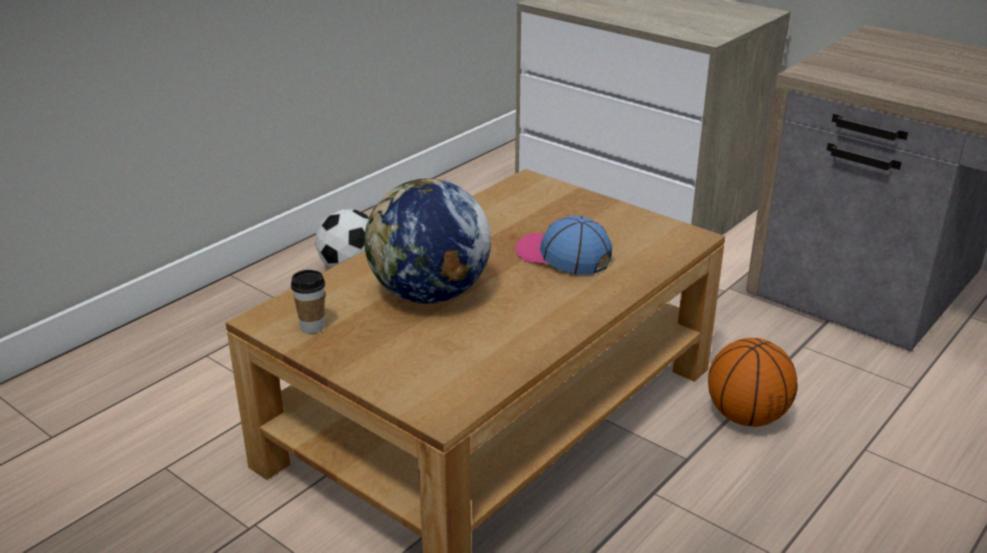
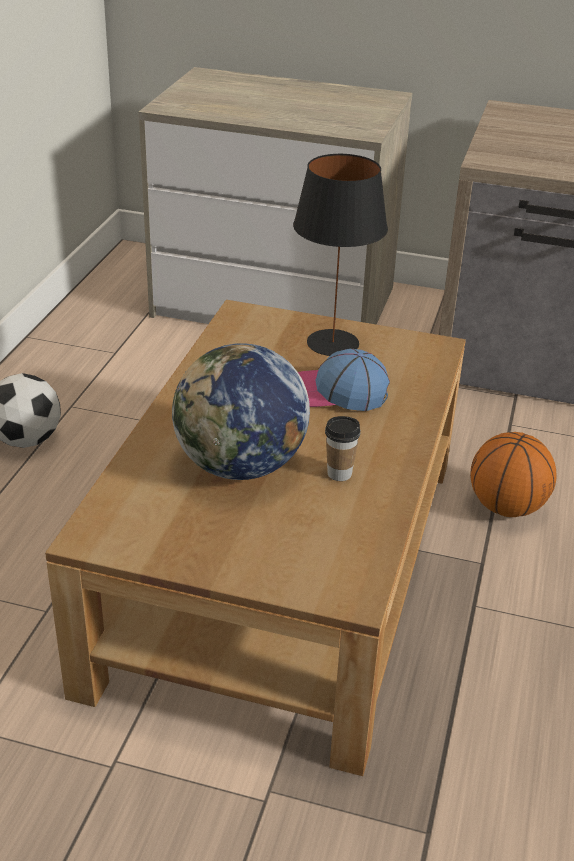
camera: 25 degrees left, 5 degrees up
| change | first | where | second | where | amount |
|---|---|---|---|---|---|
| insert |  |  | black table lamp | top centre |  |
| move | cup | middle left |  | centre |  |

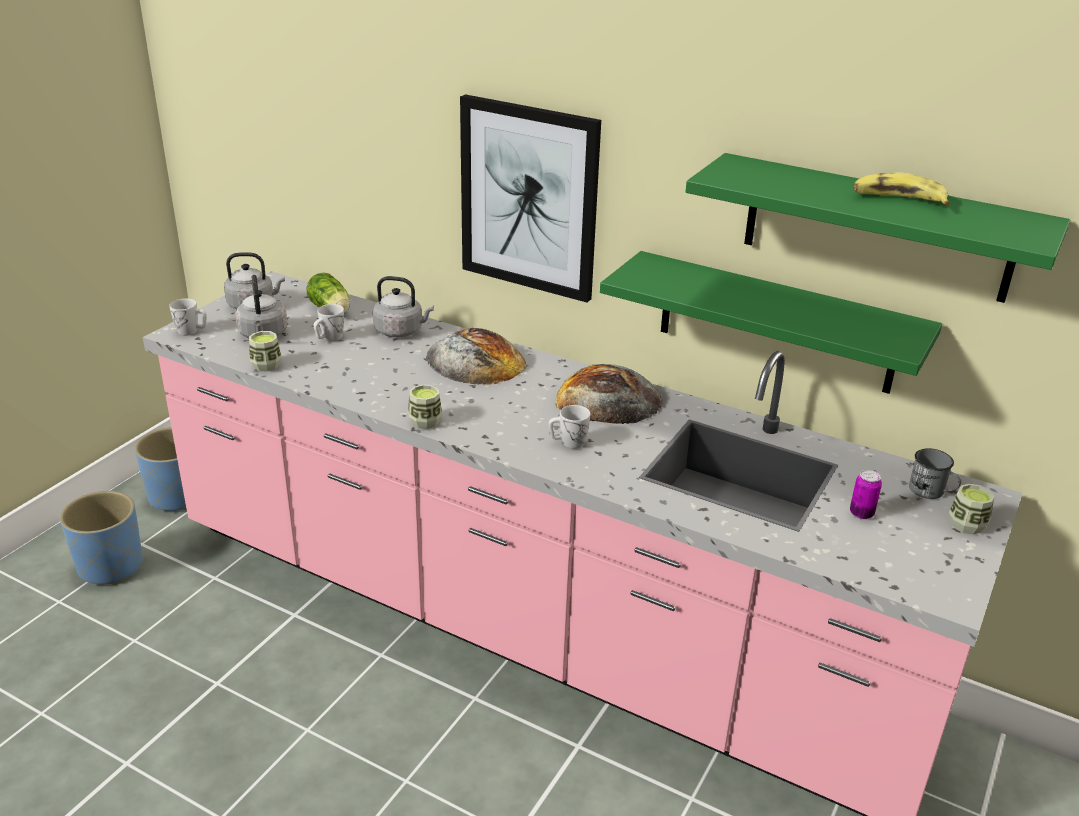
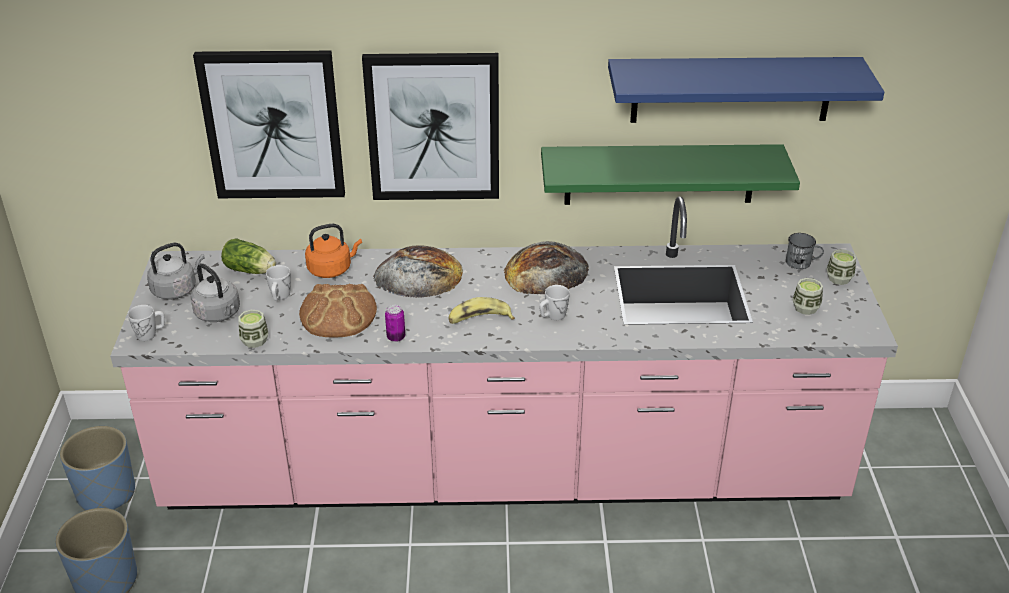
camera: 30 degrees left, 5 degrees up
| change | first | where | second | where | amount |
|---|---|---|---|---|---|
| insert |  |  | picture (1st from left) | top left |  |
| insert |  |  | bread (1st from left) | centre |  |
| recolor | grey kettle (3rd from left) | centre | orange kettle | middle left |  |
| move | can | middle right |  | centre |  |
| move | banana | top right |  | centre |  |
| recolor | green shelf (2nd from left) | top right | blue shelf | top right |  |
| move | cup (2nd from left) | centre |  | middle right |  |

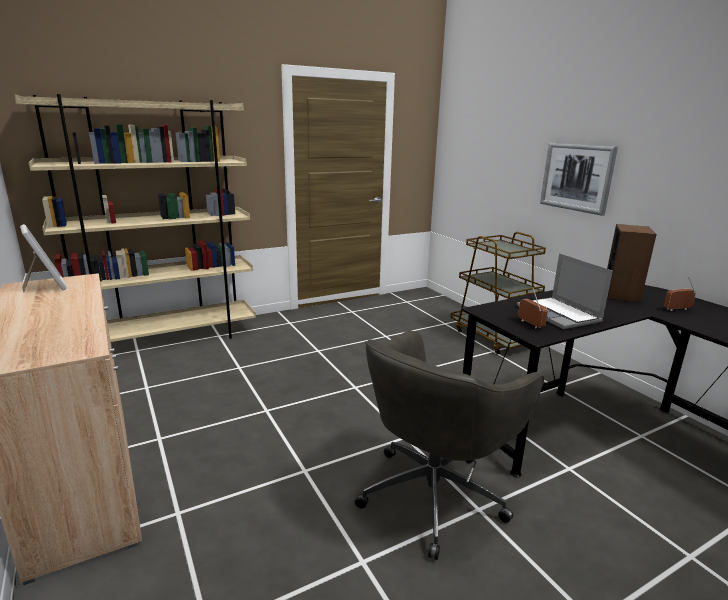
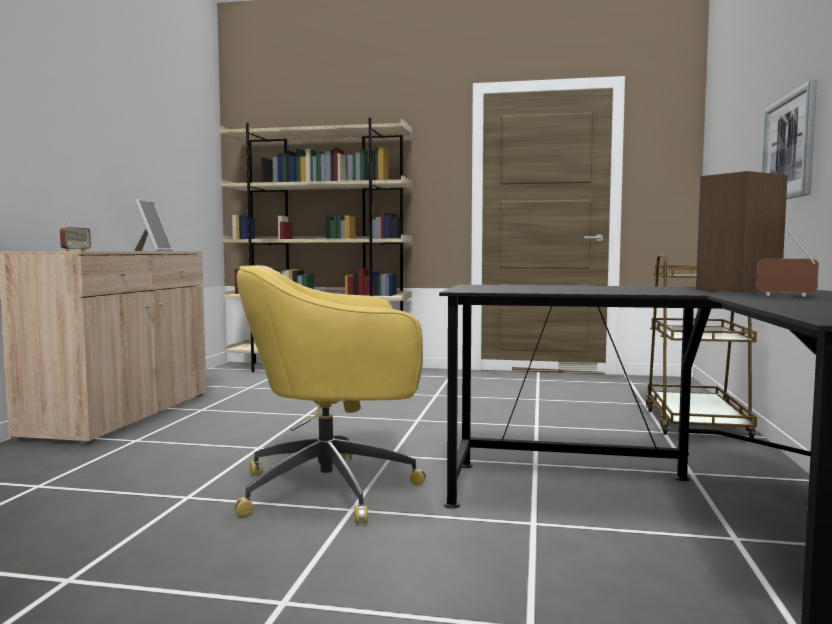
camera: 40 degrees right, 15 degrees down
| change | first | where | second | where | amount |
|---|---|---|---|---|---|
| move | radio (1st from left) | middle right |  | middle left |  |
| recolor | grey office chair | bottom centre | yellow office chair | centre |  |
| delete | laptop | middle right |  |  |  |

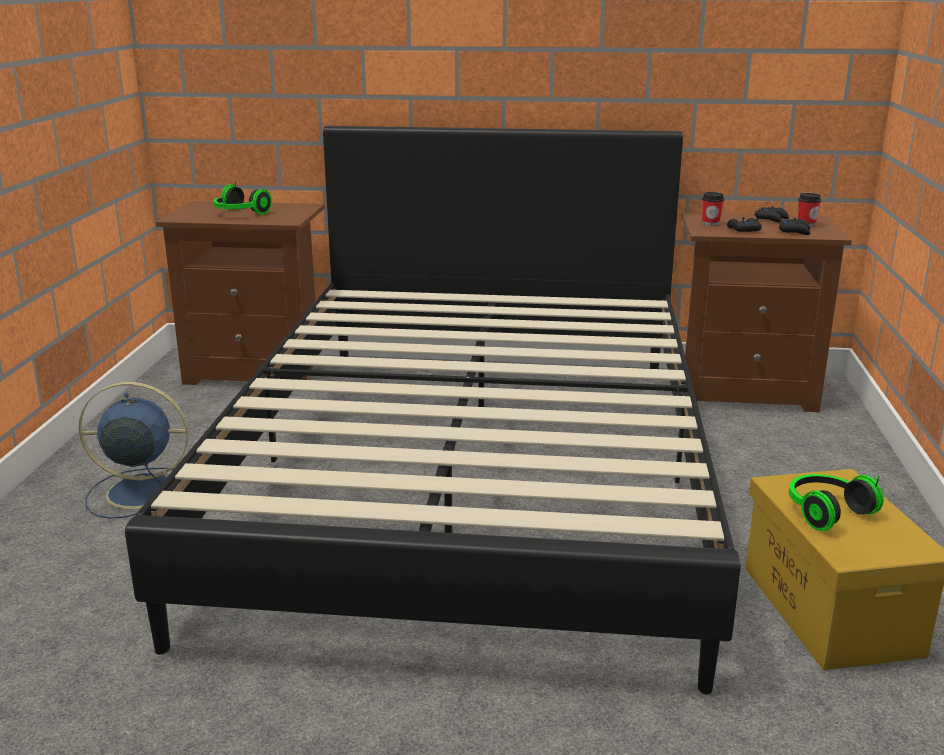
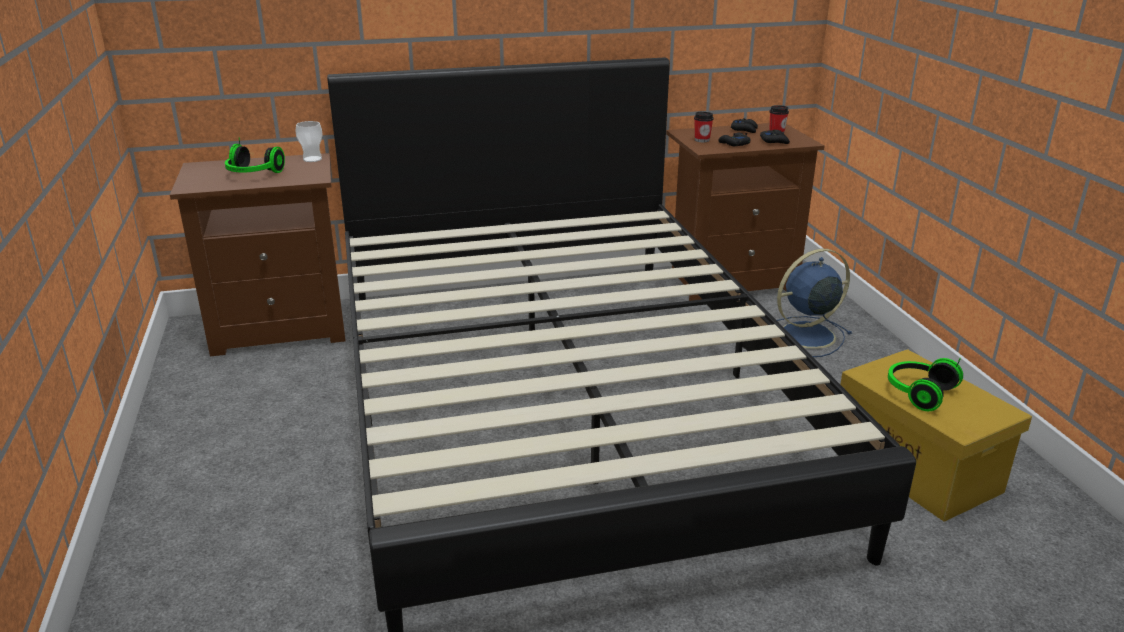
camera: 20 degrees left, 5 degrees up
| change | first | where | second | where | amount |
|---|---|---|---|---|---|
| insert |  |  | cup (1st from left) | top left |  |
| move | blue fan | middle left |  | middle right |  |

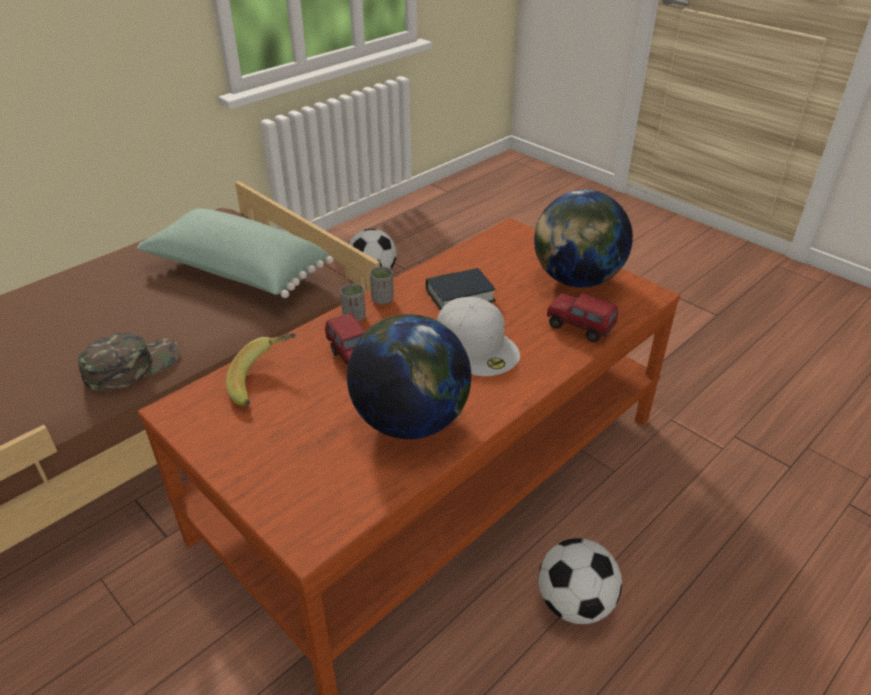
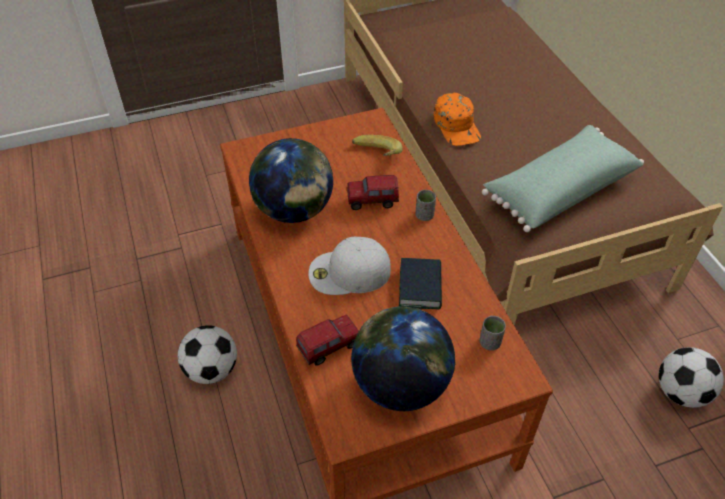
camera: 115 degrees right, 10 degrees up
| change | first | where | second | where | amount |
|---|---|---|---|---|---|
| recolor | green cap | middle left | orange cap | top centre |  |
| move | grey cup (2nd from left) | centre |  | bottom right |  |

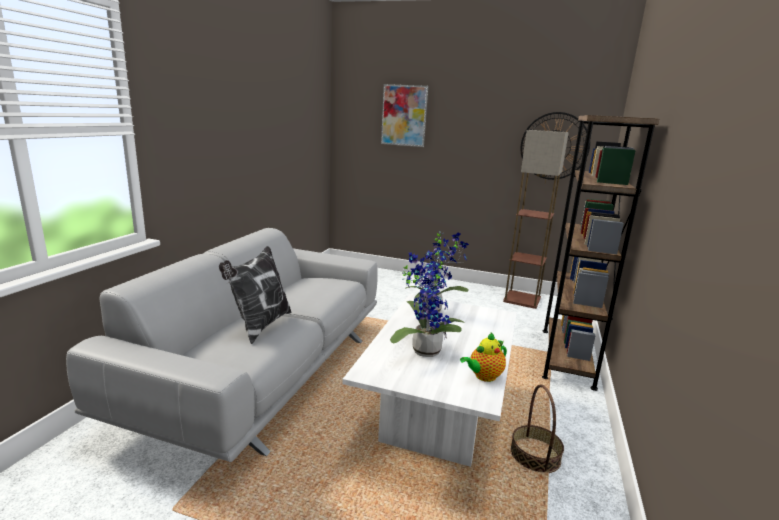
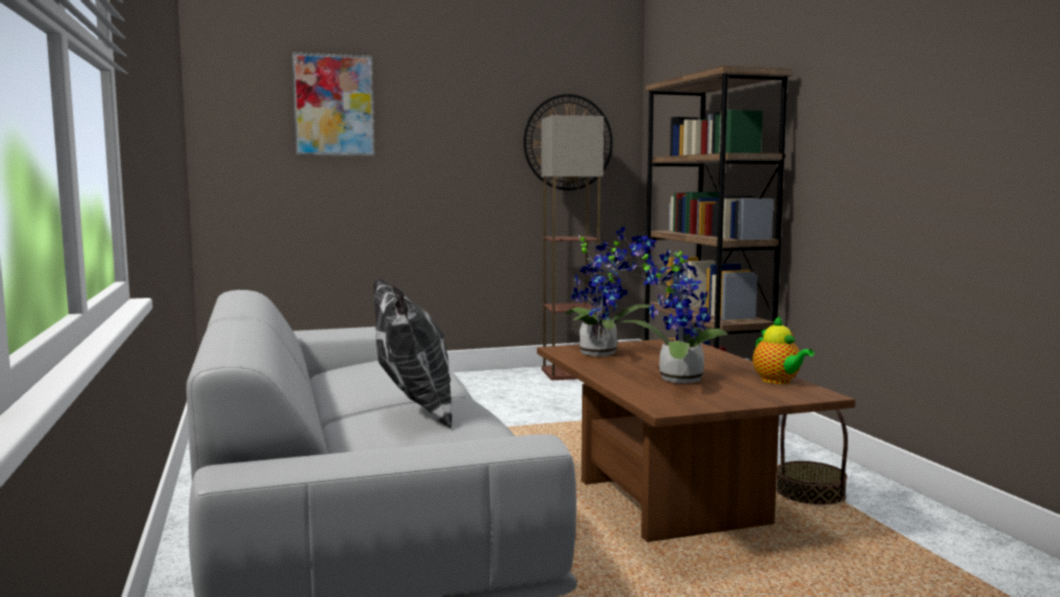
camera: 35 degrees left, 10 degrees down
| change | first | where | second | where | amount |
|---|---|---|---|---|---|
| recolor | white coffee table | bottom centre | brown coffee table | bottom centre |  |
| rotate | teapot | bottom centre |  | middle right | 45 degrees counterclockwise |

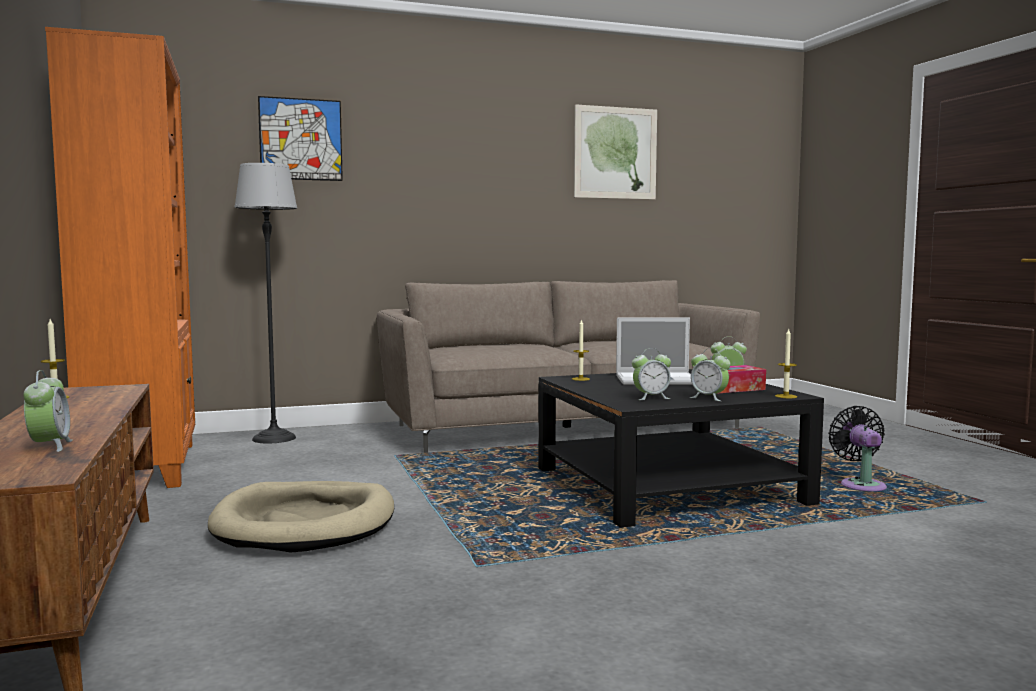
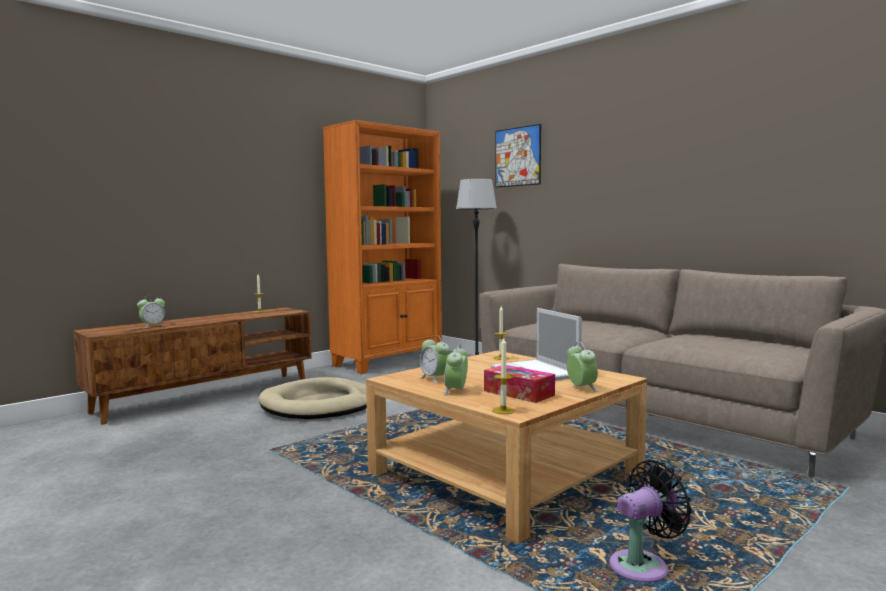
camera: 65 degrees right, 0 degrees up
| change | first | where | second | where | amount |
|---|---|---|---|---|---|
| recolor | black coffee table | centre | beige coffee table | bottom centre |  |
| delete | picture (2nd from left) | top centre |  |  |  |

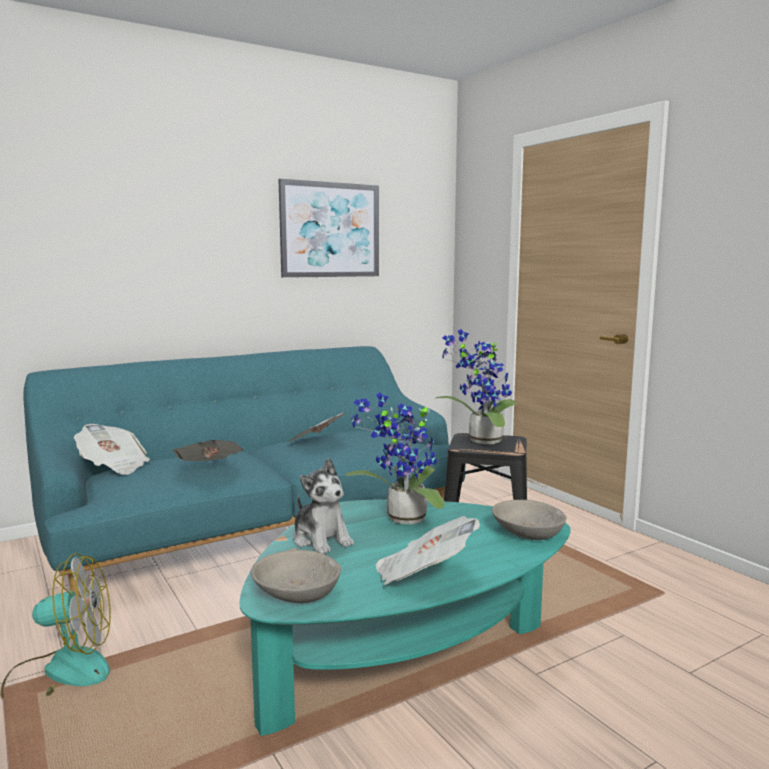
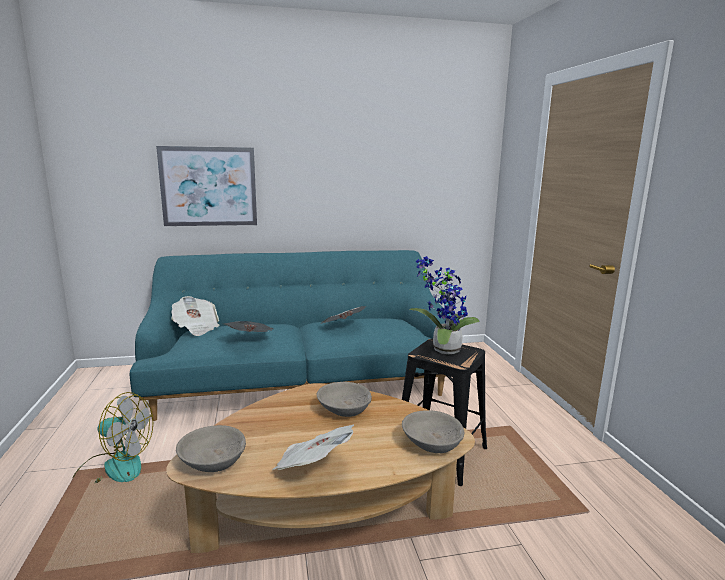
camera: 20 degrees right, 5 degrees up
| change | first | where | second | where | amount |
|---|---|---|---|---|---|
| move | picture | top centre |  | top left |  |
| recolor | turquoise coffee table | bottom centre | brown coffee table | bottom centre |  |
| replace | potted plant (1st from left) | centre | grey bowl (2nd from left) | bottom centre |  |
| delete | plush toy | centre |  |  |  |

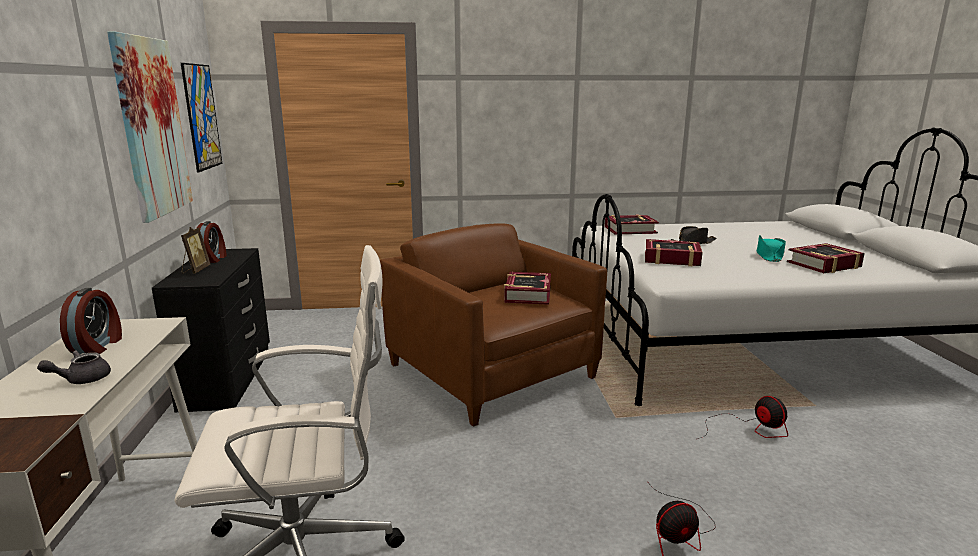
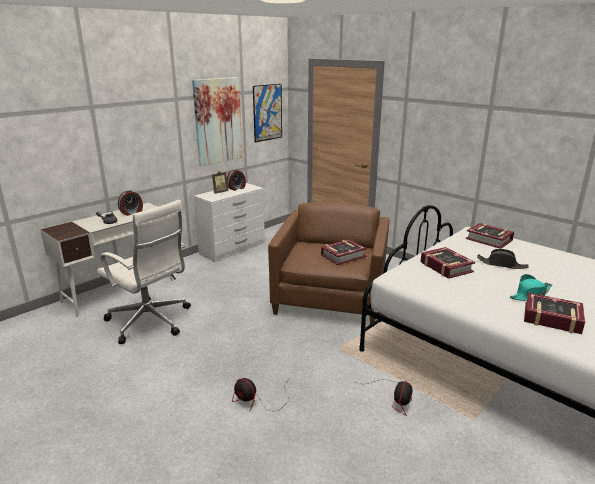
camera: 50 degrees right, 5 degrees up
| change | first | where | second | where | amount |
|---|---|---|---|---|---|
| recolor | black dresser | middle left | white dresser | centre |  |

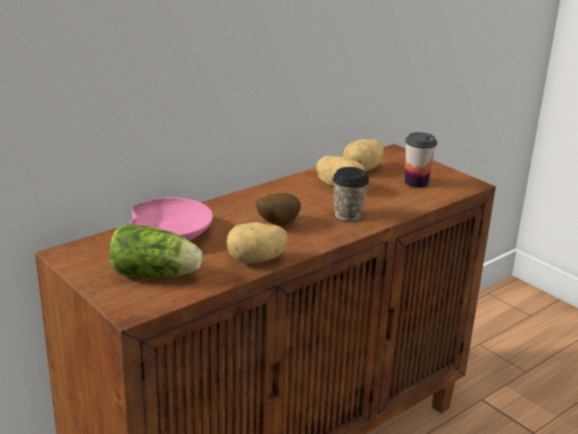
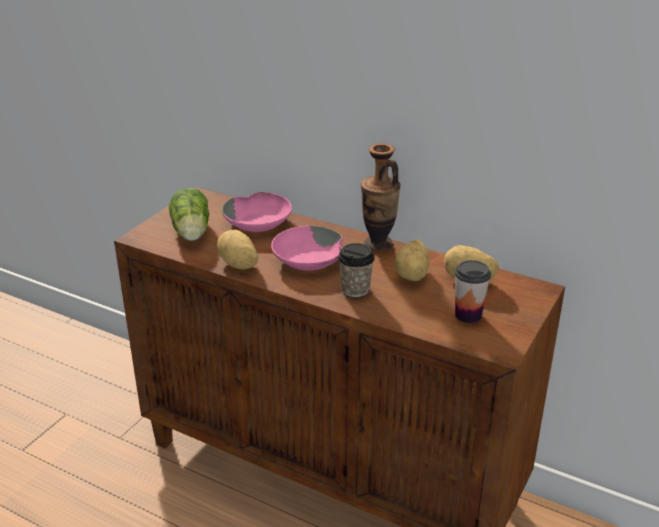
camera: 70 degrees right, 5 degrees up
| change | first | where | second | where | amount |
|---|---|---|---|---|---|
| replace | potato (2nd from left) | centre | pink bowl (2nd from left) | centre |  |
| insert |  |  | vase | centre |  |

